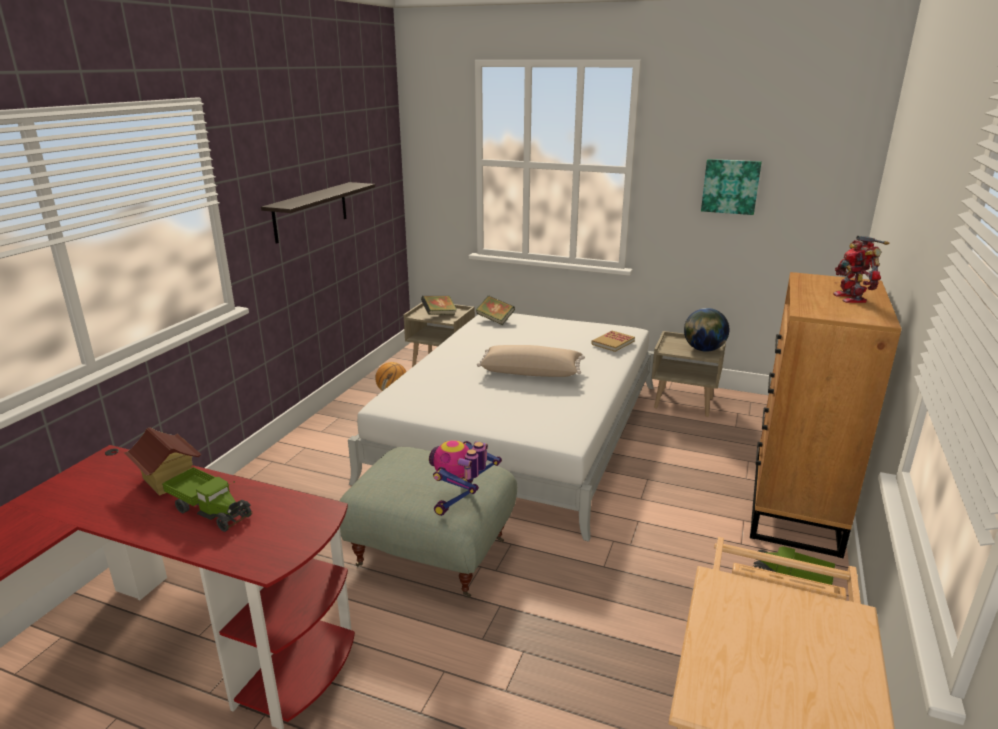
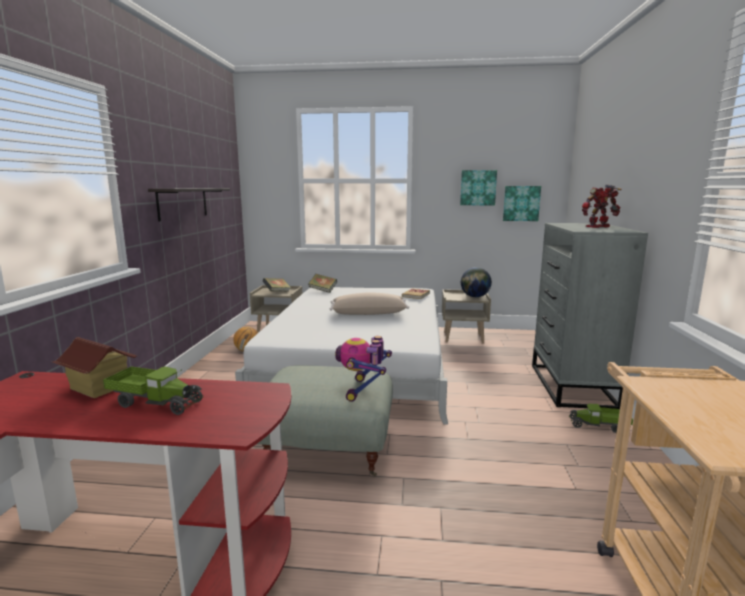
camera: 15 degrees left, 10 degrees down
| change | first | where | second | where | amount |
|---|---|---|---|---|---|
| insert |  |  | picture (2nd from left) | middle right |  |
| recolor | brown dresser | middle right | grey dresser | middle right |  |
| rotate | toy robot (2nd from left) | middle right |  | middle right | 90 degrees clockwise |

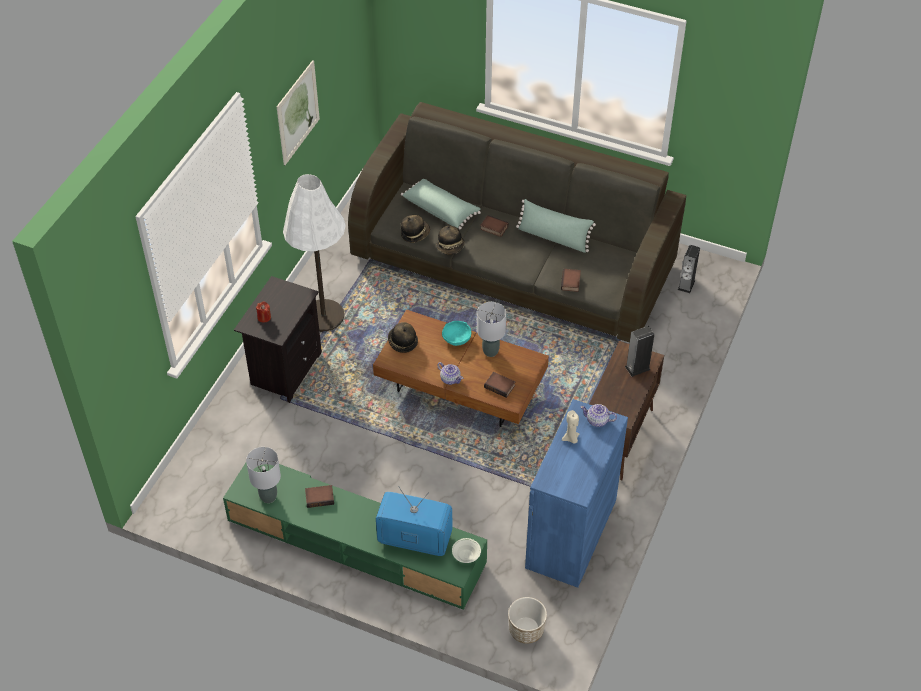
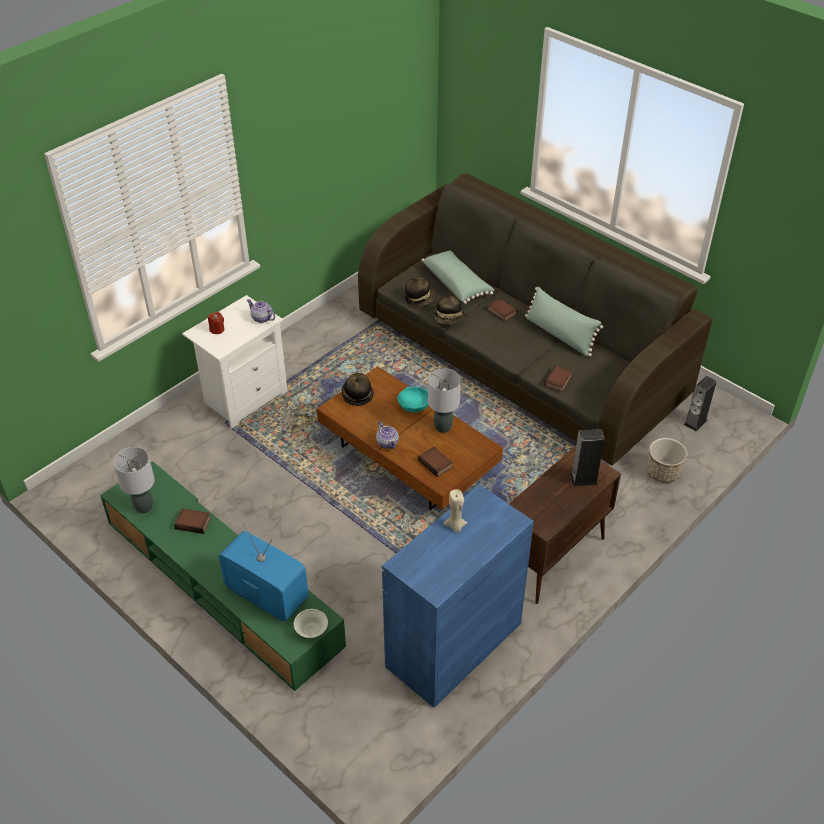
camera: 20 degrees right, 5 degrees down
| change | first | where | second | where | amount |
|---|---|---|---|---|---|
| recolor | black nightstand | middle left | white nightstand | middle left |  |
| move | teapot (2nd from left in the first image) | centre | teapot (1st from left) | middle left |  |
| move | planter | bottom centre |  | middle right |  |
| delete | picture | top left |  |  |  |
| delete | white floor lamp | centre |  |  |  |

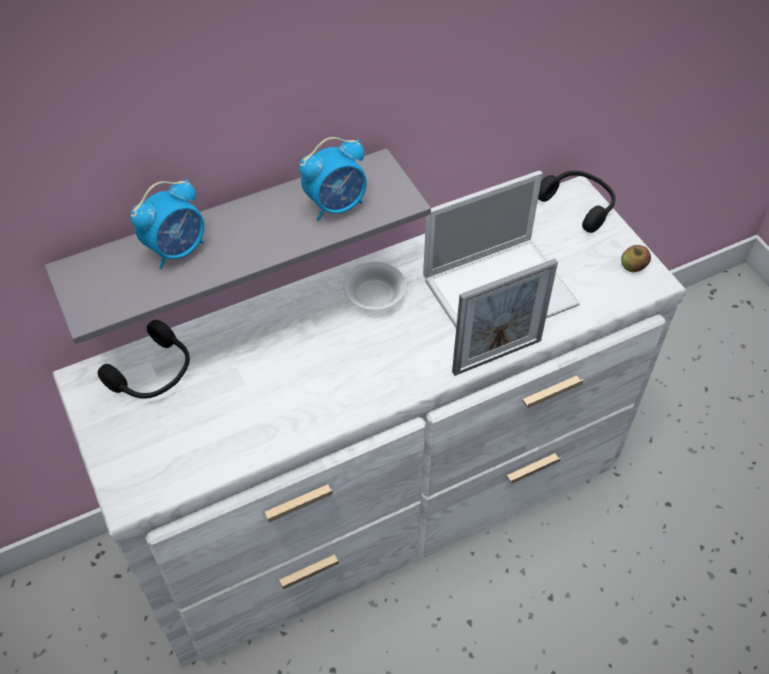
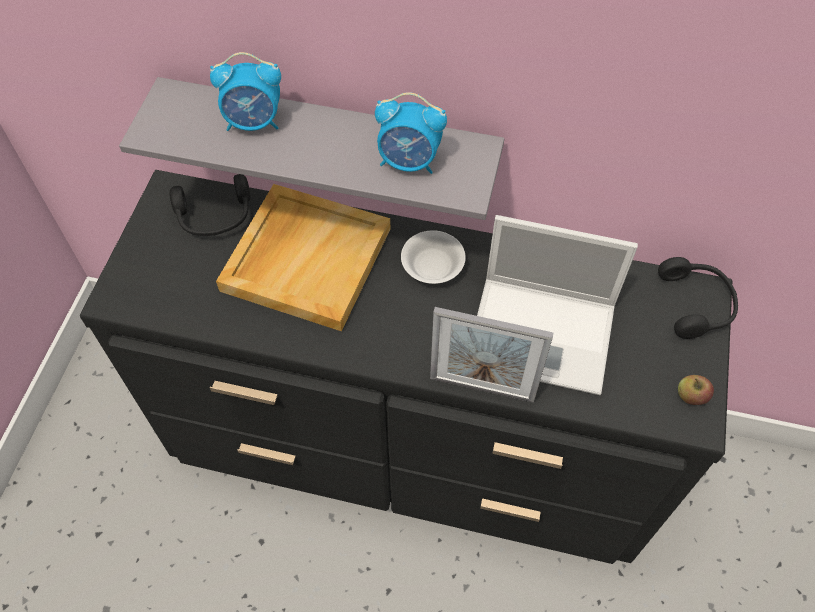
camera: 40 degrees right, 5 degrees up
| change | first | where | second | where | amount |
|---|---|---|---|---|---|
| recolor | white dresser | centre | black dresser | centre |  |
| insert |  |  | beige tray | centre |  |

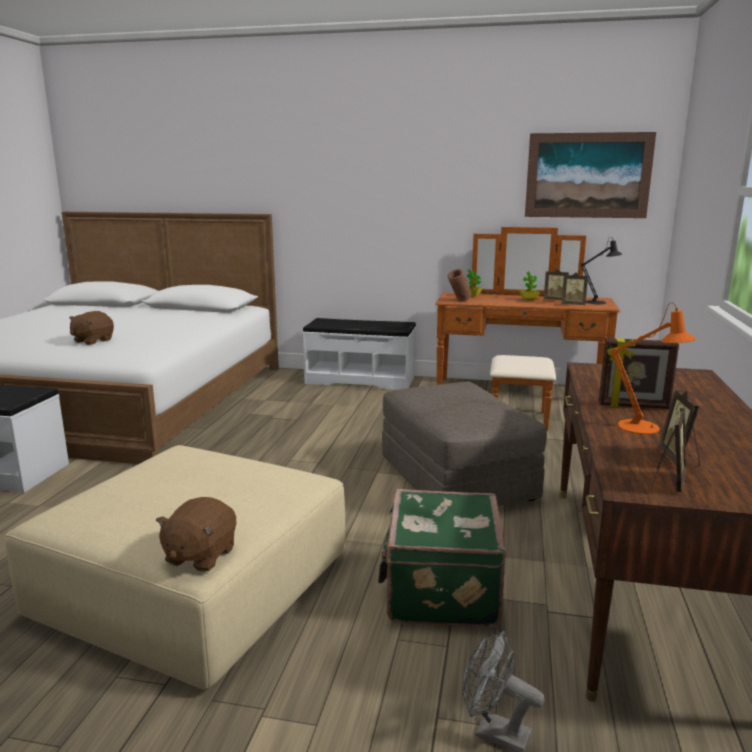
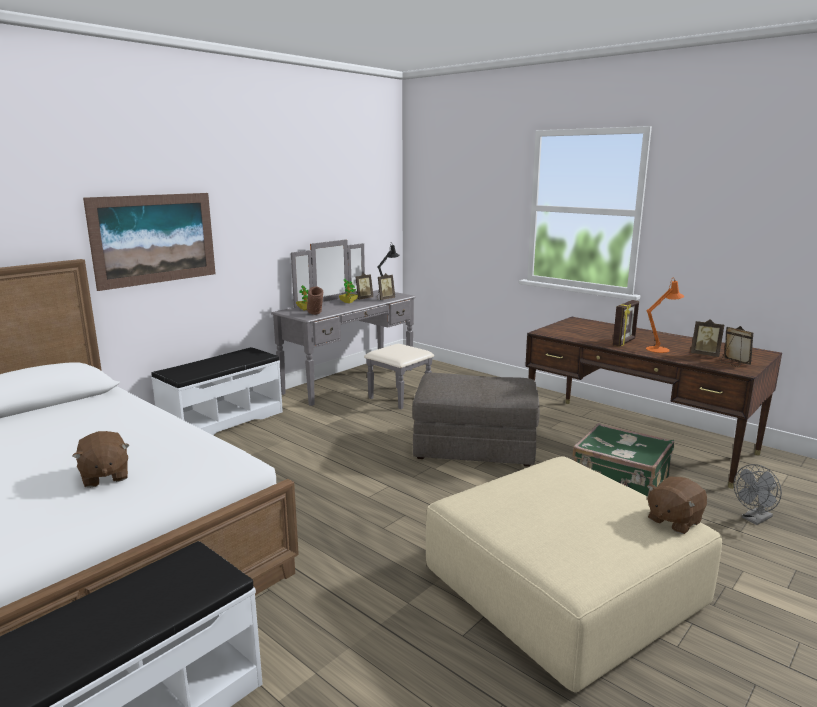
camera: 60 degrees left, 0 degrees up
| change | first | where | second | where | amount |
|---|---|---|---|---|---|
| move | picture | top right |  | middle left |  |
| recolor | brown dresser | middle right | grey dresser | centre |  |
| rotate | brown plush toy (2nd from left) | bottom left |  | bottom right | 90 degrees clockwise |

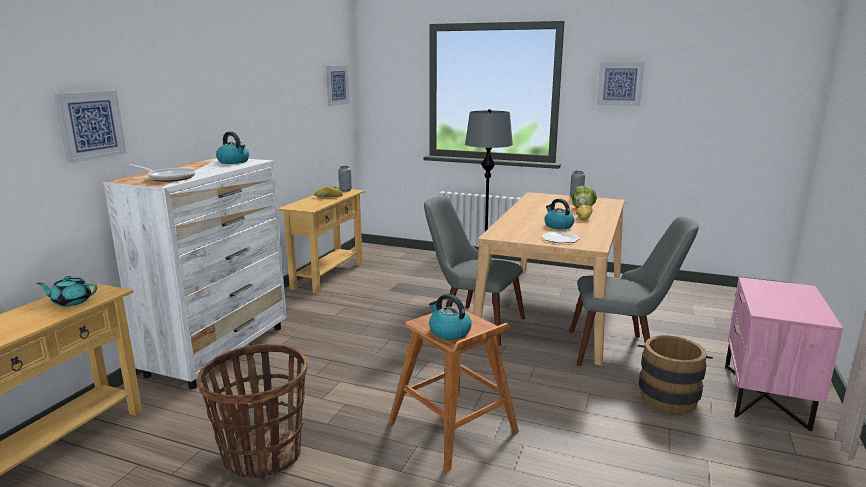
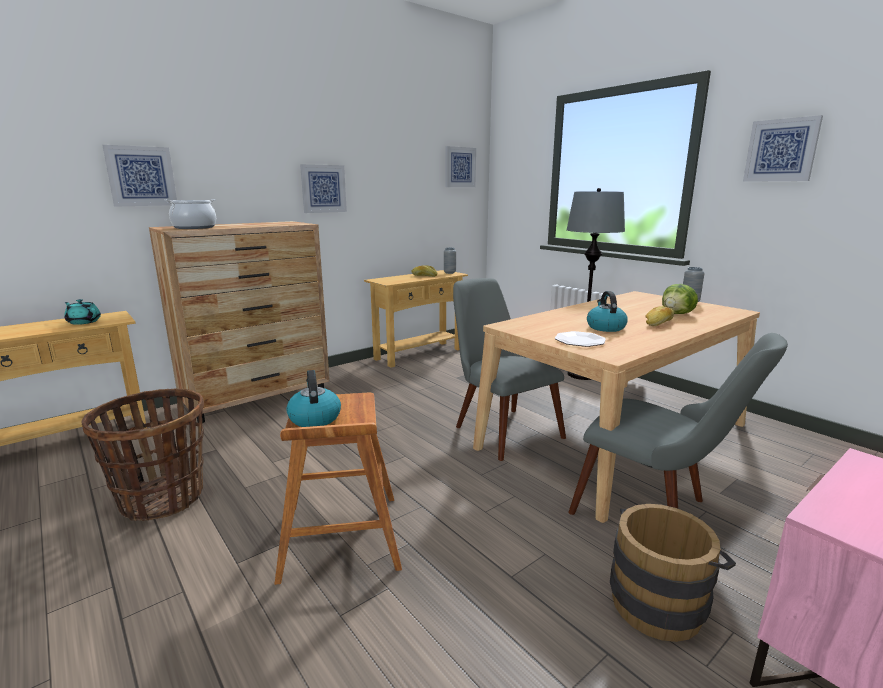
camera: 30 degrees right, 0 degrees up
| change | first | where | second | where | amount |
|---|---|---|---|---|---|
| recolor | white dresser | middle left | brown dresser | middle left |  |
| replace | frying pan | middle left | cooking pot | top left |  |
| insert |  |  | picture (2nd from left) | top centre |  |
| delete | kettle (1st from left) | top left |  |  |  |

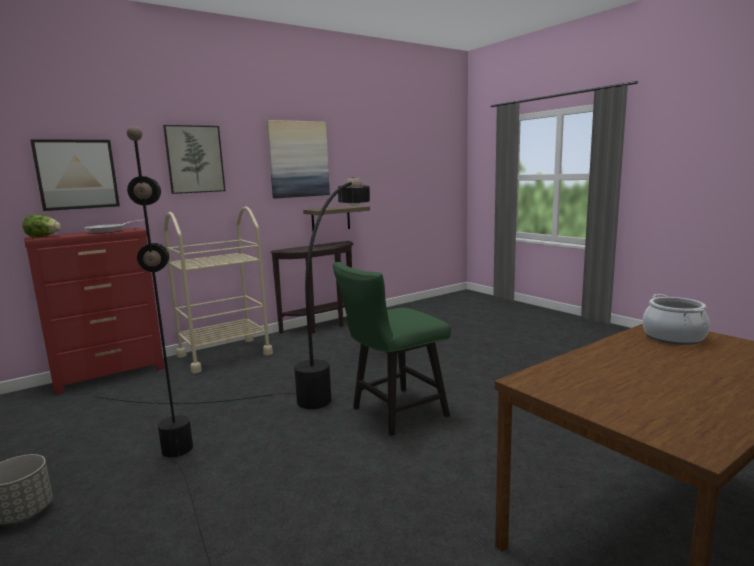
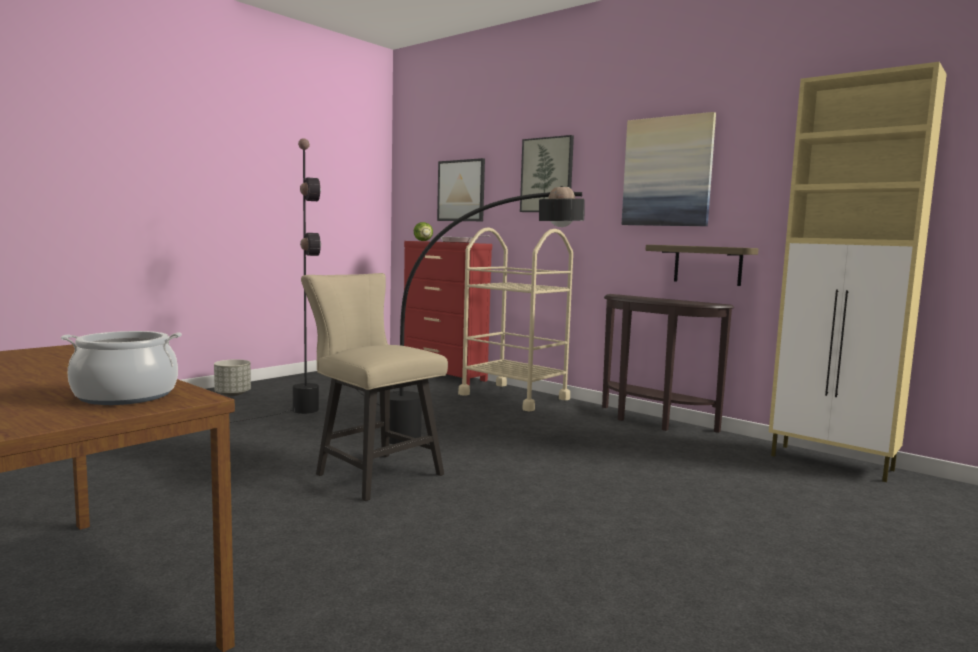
camera: 75 degrees right, 5 degrees down
| change | first | where | second | where | amount |
|---|---|---|---|---|---|
| recolor | green chair | centre | beige chair | centre |  |
| insert |  |  | beige cabinet | middle right |  |

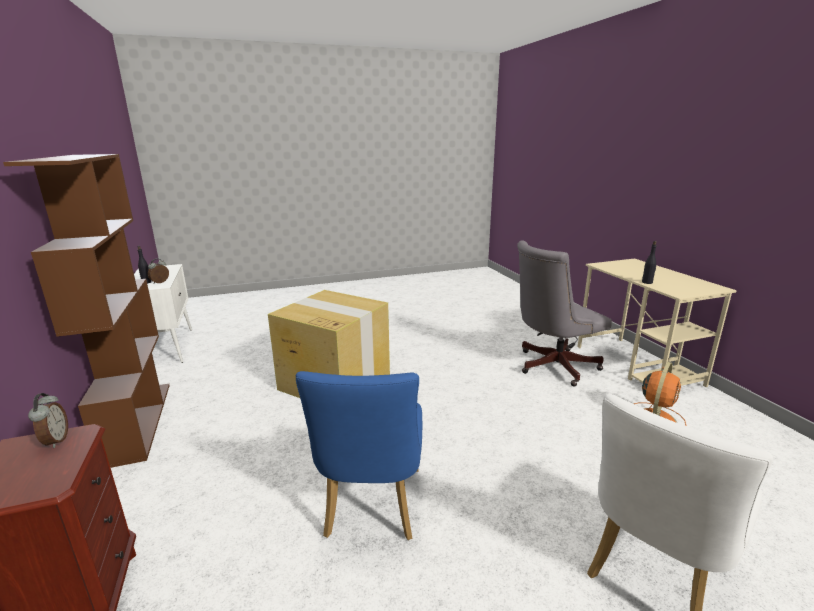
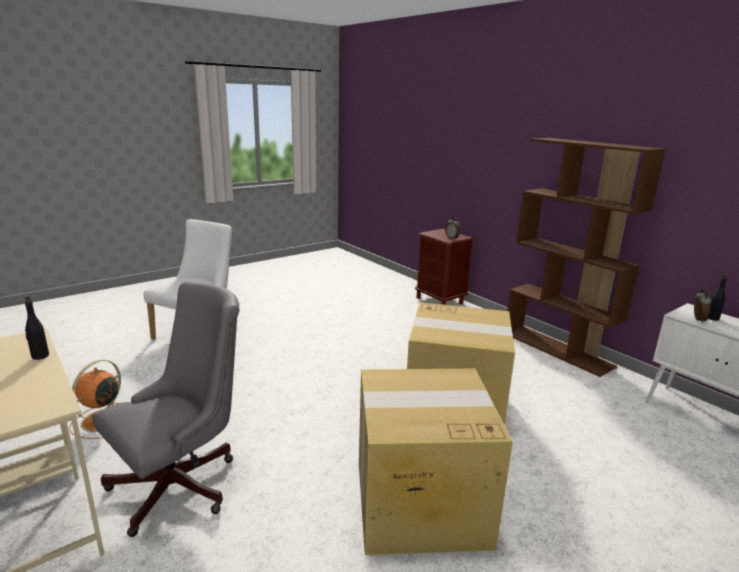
camera: 160 degrees right, 0 degrees up
| change | first | where | second | where | amount |
|---|---|---|---|---|---|
| insert |  |  | cardboard box (1st from left) | bottom centre |  |
| delete | blue chair | bottom centre |  |  |  |

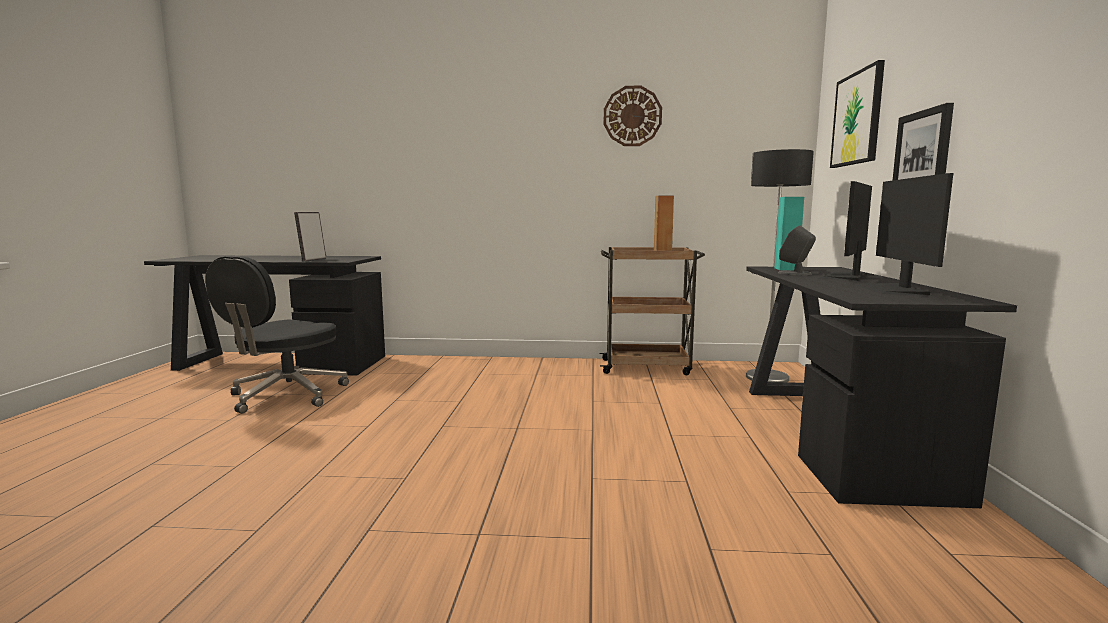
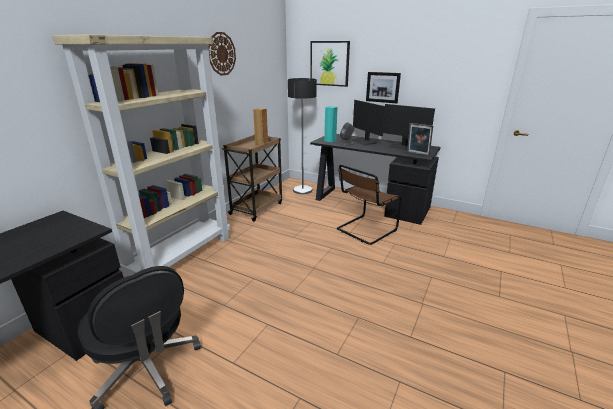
camera: 65 degrees left, 15 degrees up
| change | first | where | second | where | amount |
|---|---|---|---|---|---|
| insert |  |  | beige bookcase | middle left |  |
| insert |  |  | brown chair | centre |  |
| move | picture frame | middle left |  | middle right |  |

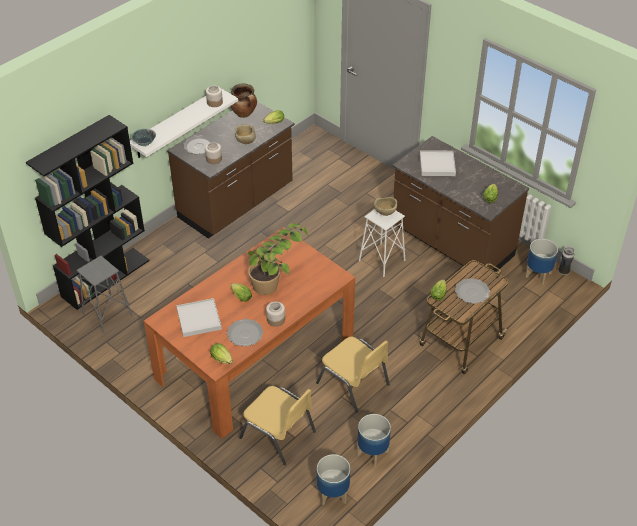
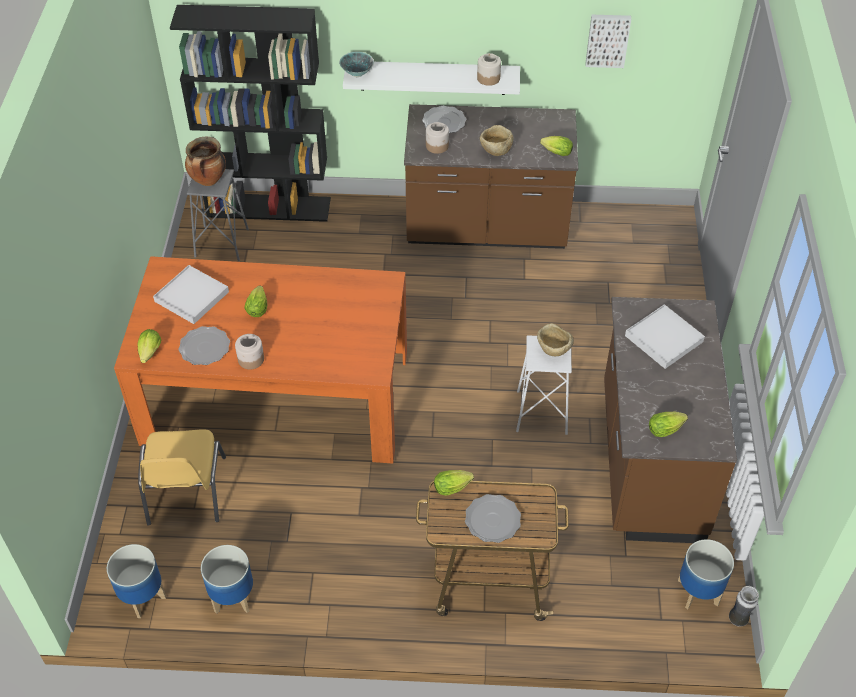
camera: 50 degrees right, 5 degrees up
| change | first | where | second | where | amount |
|---|---|---|---|---|---|
| move | cooking pot | top centre |  | top left |  |
| insert |  |  | picture | top right |  |
| delete | potted plant | centre |  |  |  |
| delete | yellow chair (2nd from left) | bottom centre |  |  |  |

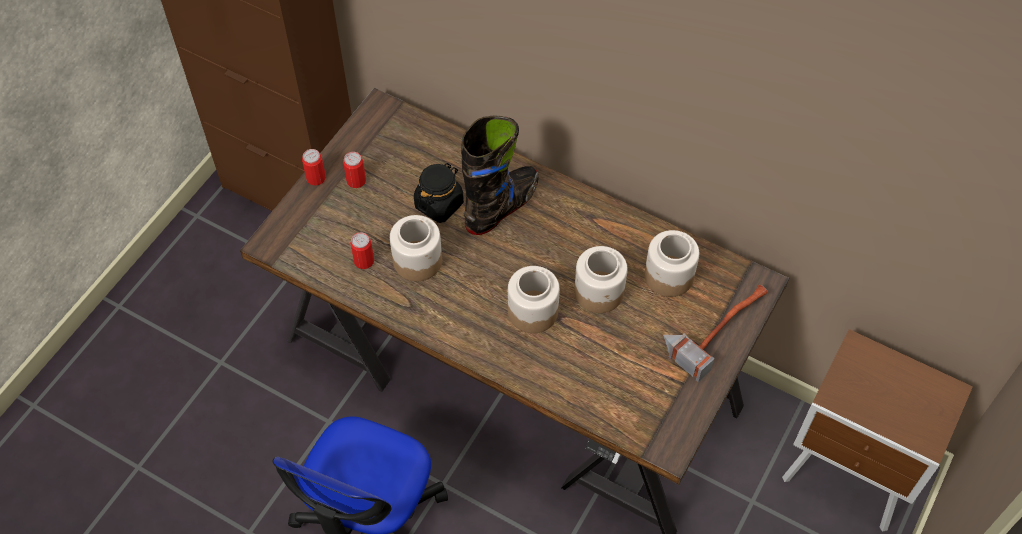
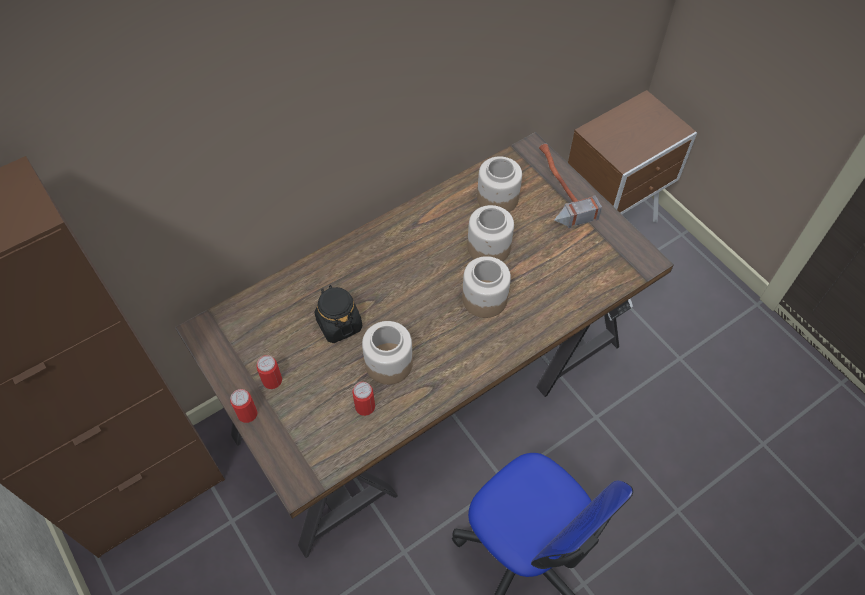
camera: 65 degrees left, 0 degrees up
| change | first | where | second | where | amount |
|---|---|---|---|---|---|
| delete | black boot | top centre |  |  |  |

